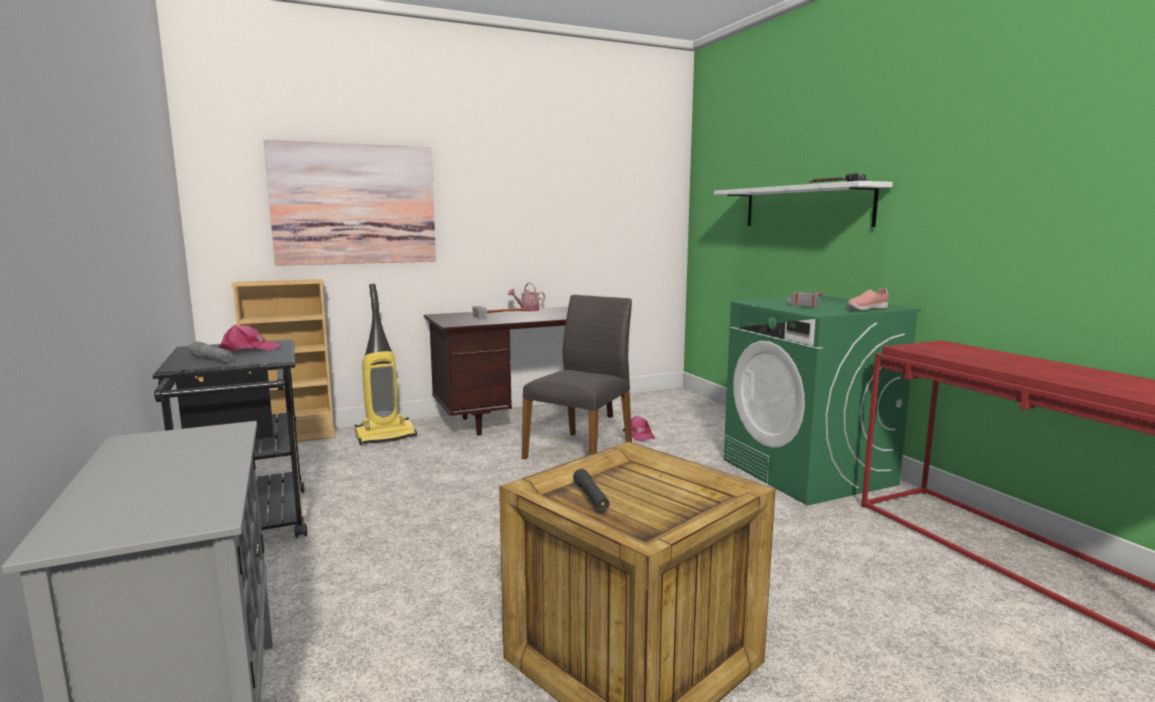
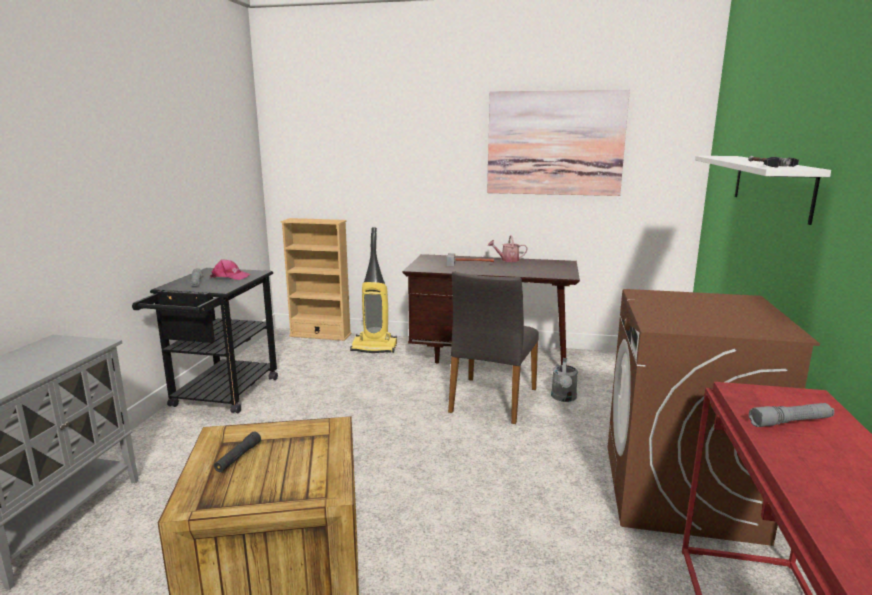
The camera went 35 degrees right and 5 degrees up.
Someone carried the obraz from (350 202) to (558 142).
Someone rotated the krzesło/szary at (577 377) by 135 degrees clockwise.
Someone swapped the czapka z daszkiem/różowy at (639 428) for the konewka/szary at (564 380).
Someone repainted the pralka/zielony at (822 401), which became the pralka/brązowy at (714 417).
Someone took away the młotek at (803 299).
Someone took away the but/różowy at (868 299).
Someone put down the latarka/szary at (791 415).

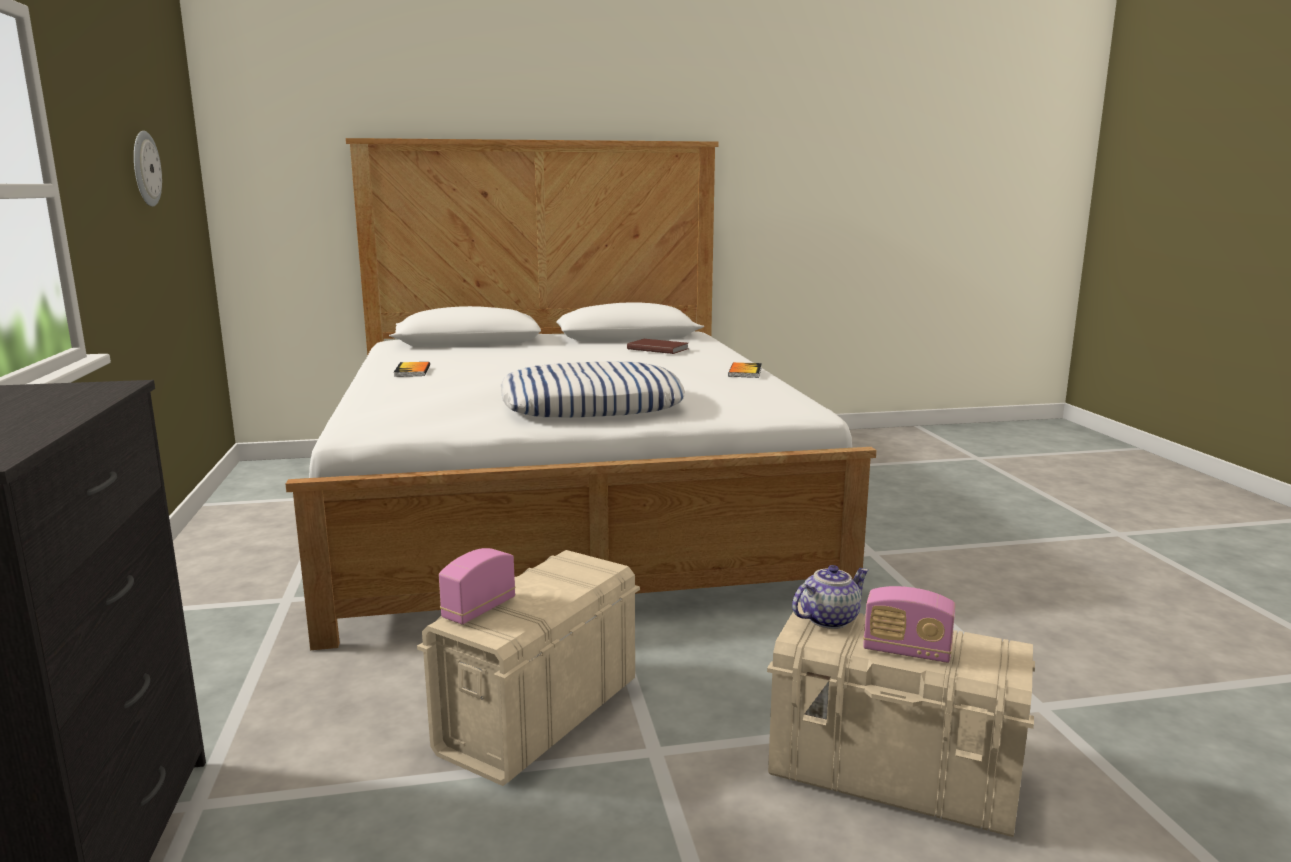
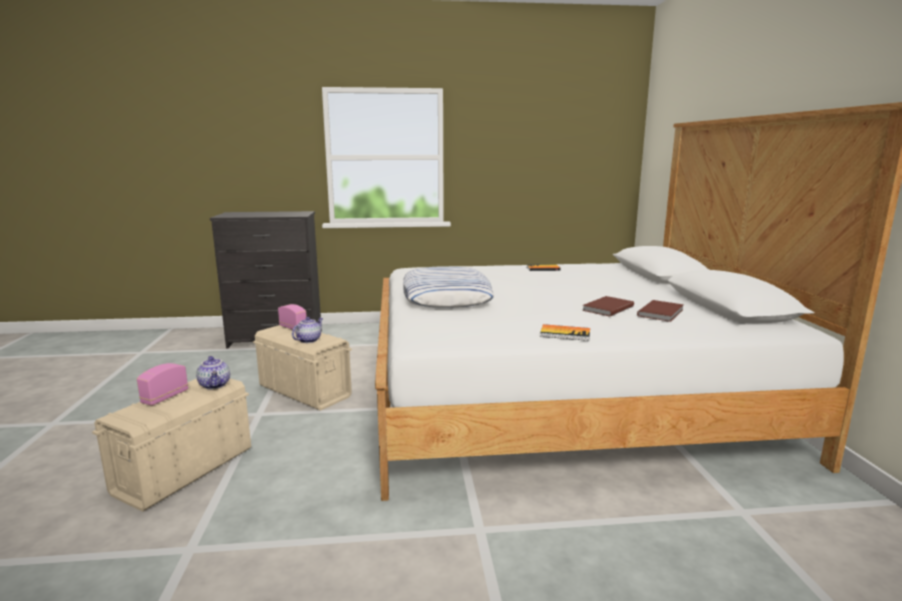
The camera went 95 degrees right and 0 degrees up.
Someone took away the zegar ścienny at (148 169).
Someone put down the imbryk at (307 330).
Someone put down the książka/brązowy at (608 306).

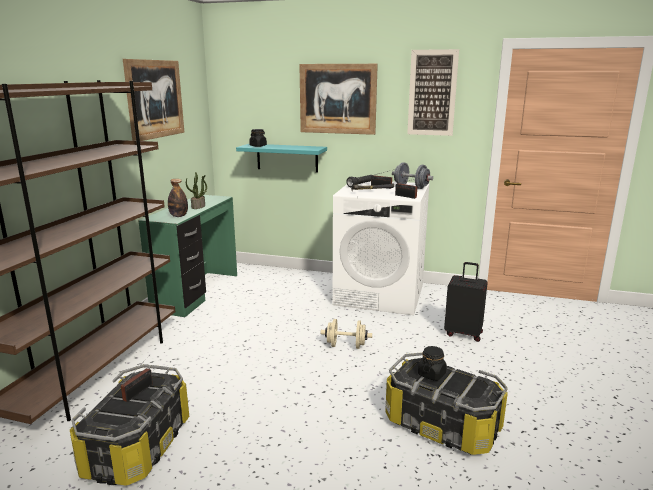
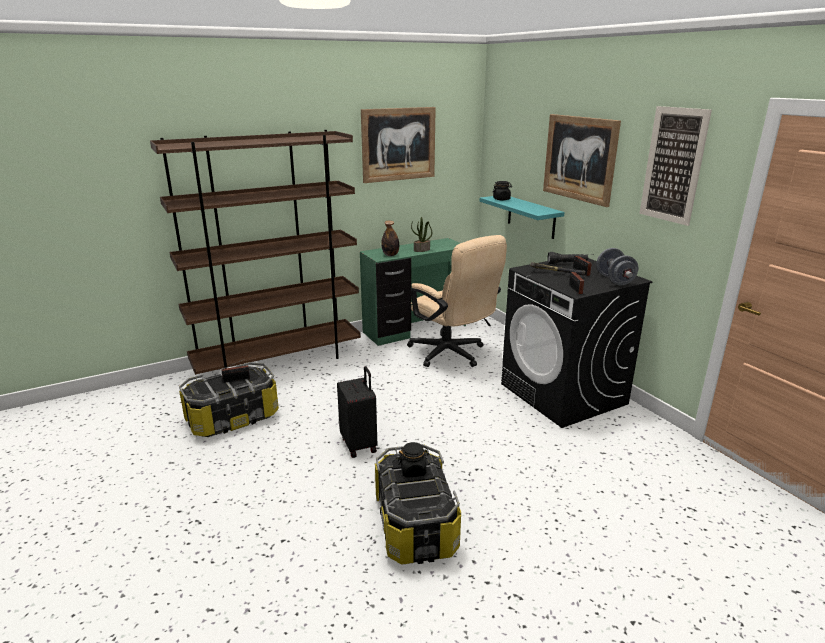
The camera went 45 degrees right and 5 degrees up.
Someone took away the hantel/beżowy at (346 334).
Someone repainted the pralka/biały at (381 248), which became the pralka/czarny at (577 343).
Someone carried the walizka/czarny from (466 302) to (357 412).
Someone put down the krzesło biurowe/beżowy at (457 301).

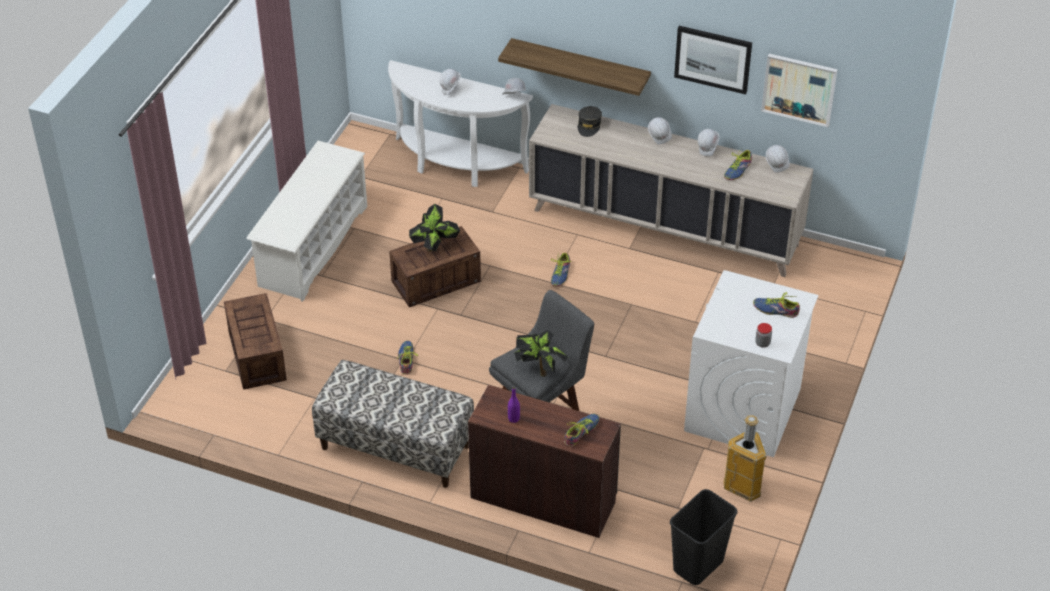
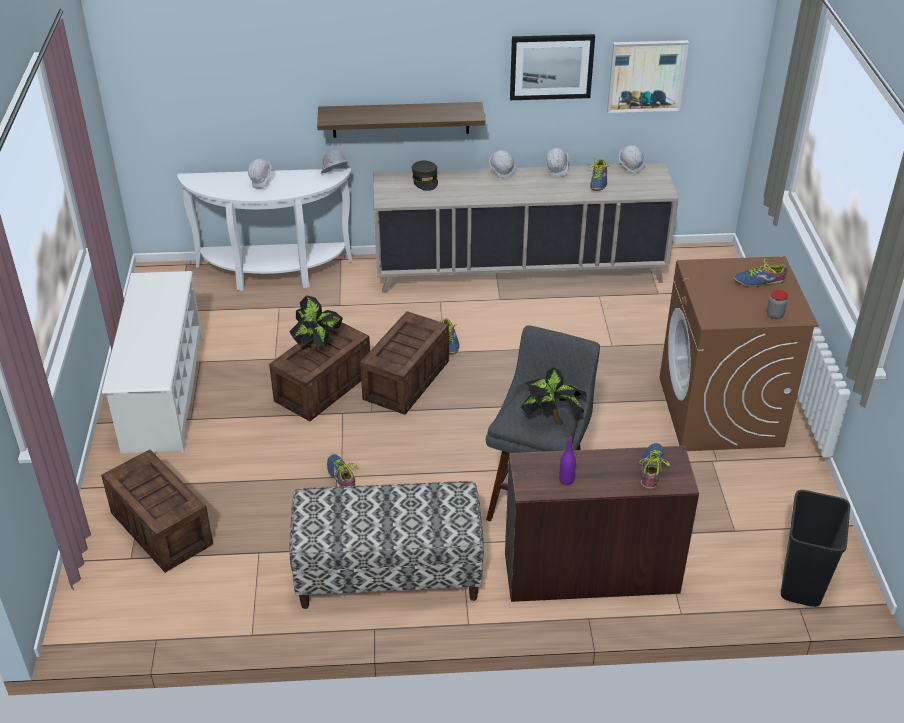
The camera went 25 degrees left and 5 degrees down.
Someone repainted the pralka/biały at (751 363), which became the pralka/brązowy at (738 353).
Someone took away the kosz na śmieci at (745 458).
Someone put down the skrzynka at (404 363).

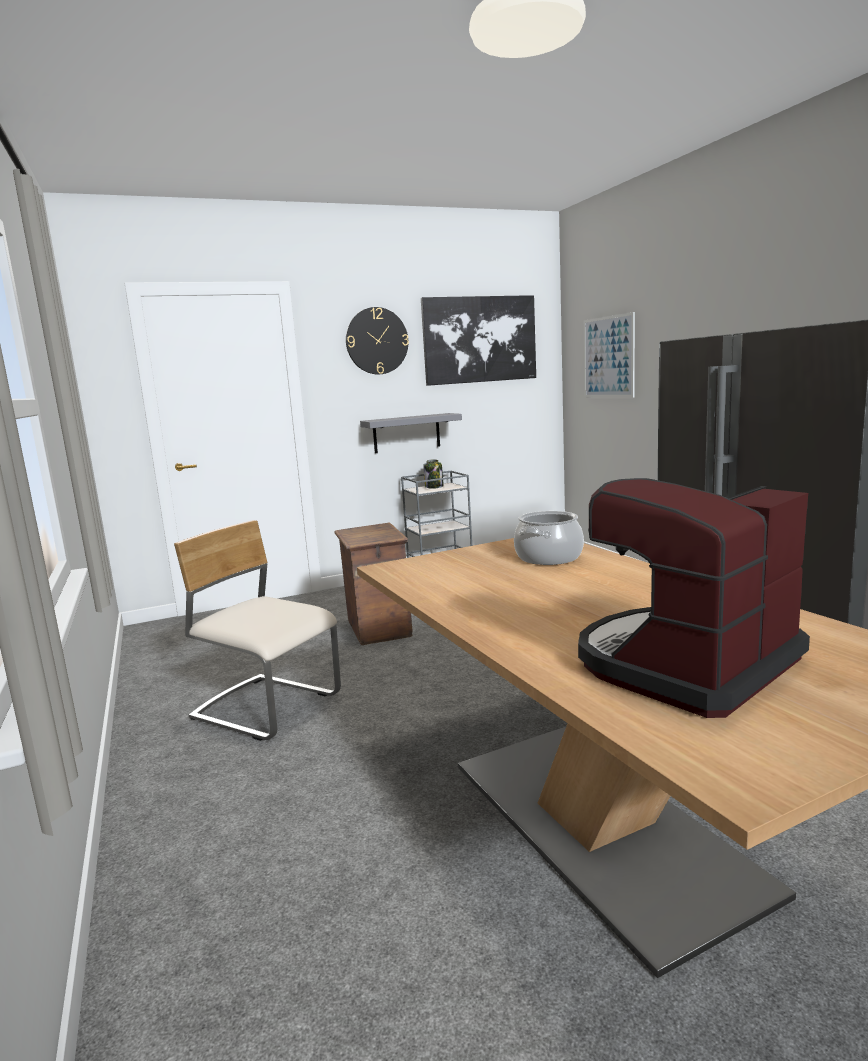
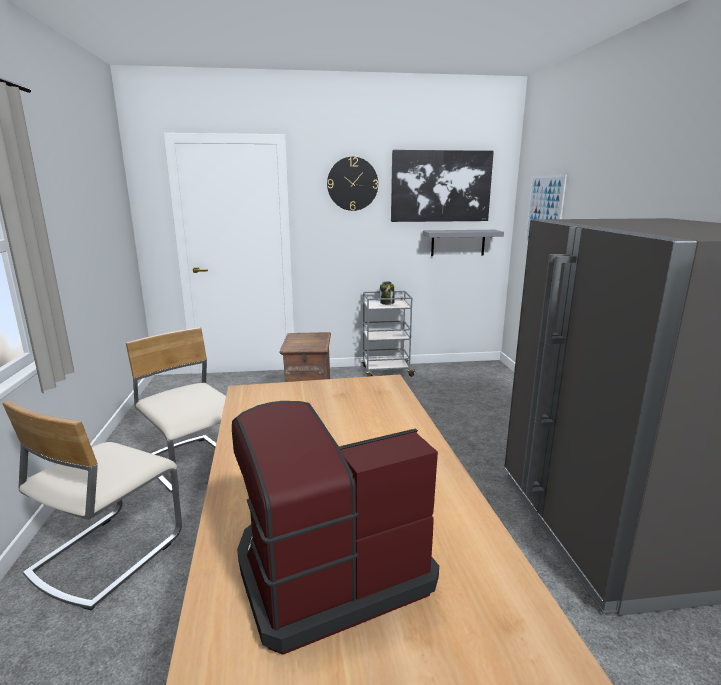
The camera went 15 degrees right and 5 degrees up.
Someone carried the półka/szary from (411 433) to (463 243).
Someone took away the garnek at (549 538).
Someone put down the krzesło/beżowy at (92 505).

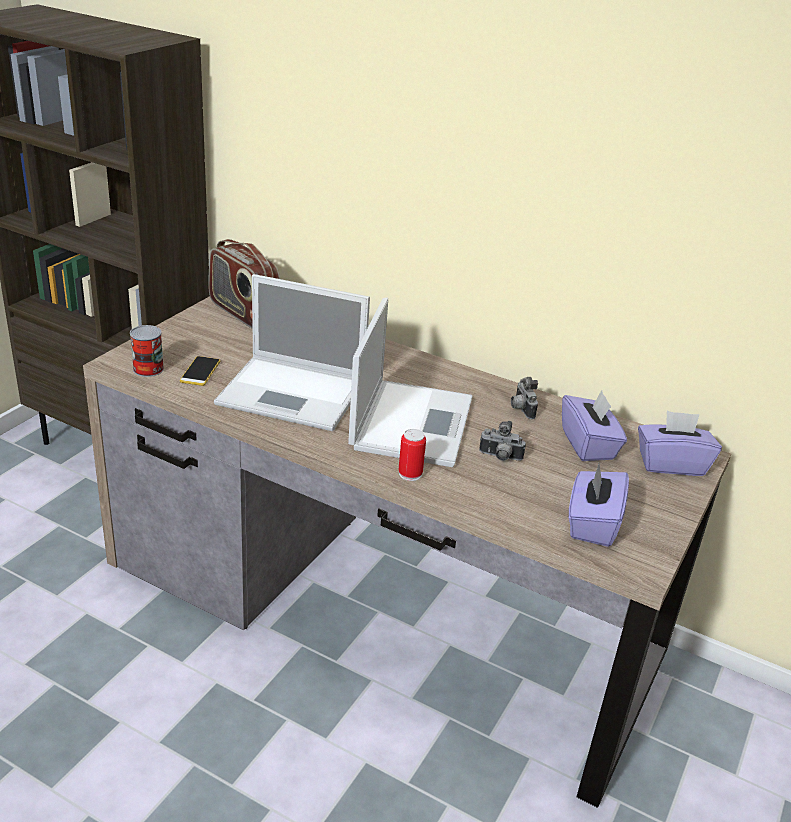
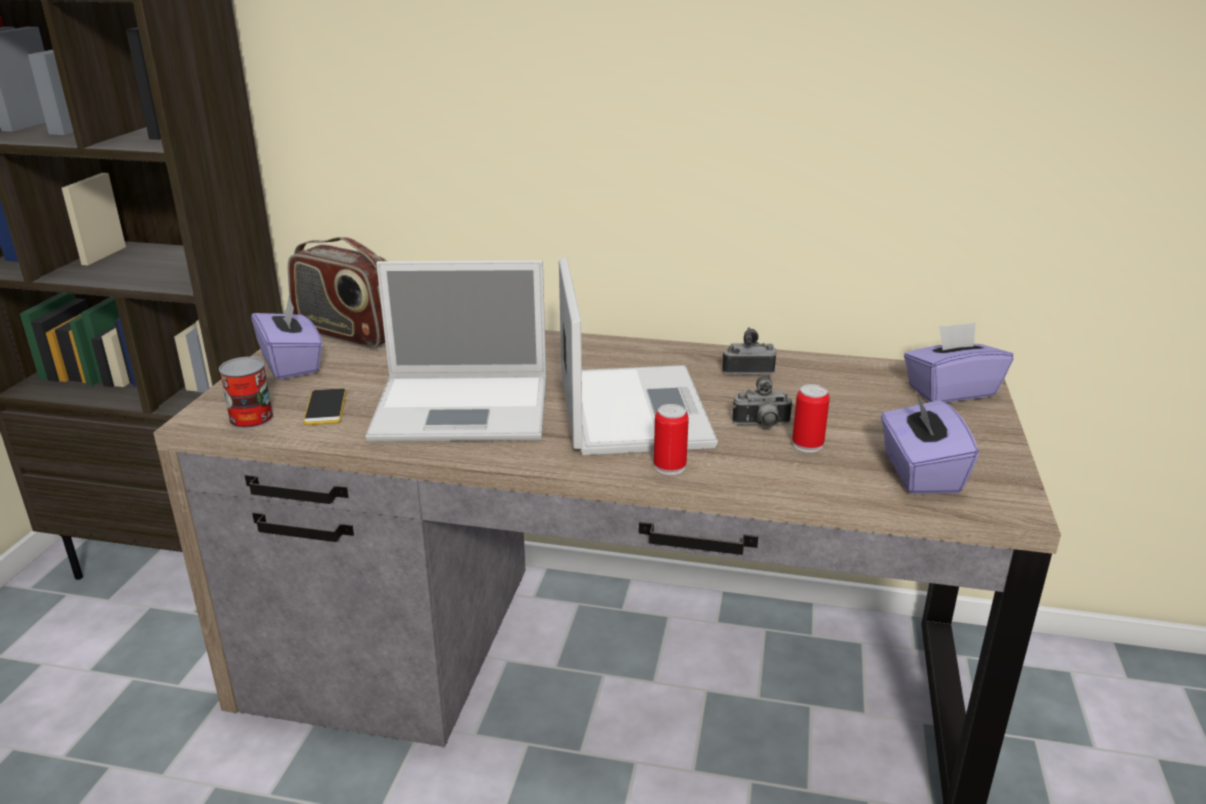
The camera went 15 degrees left and 5 degrees down.
Someone rotated the aparat fotograficzny at (524 398) by 120 degrees clockwise.
Someone carried the pudełko chusteczek/fioletowy from (594 425) to (287 339).
Someone put down the puszka at (811 418).

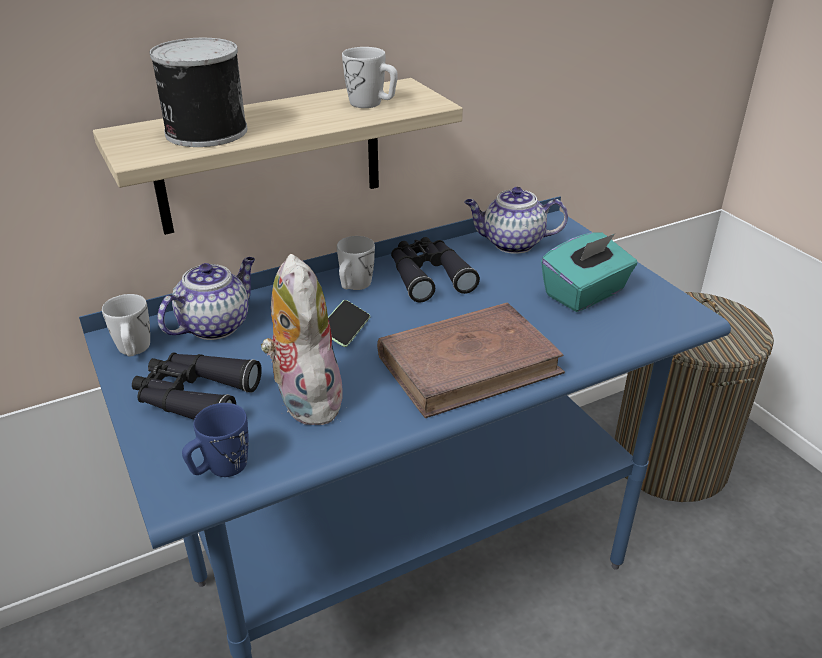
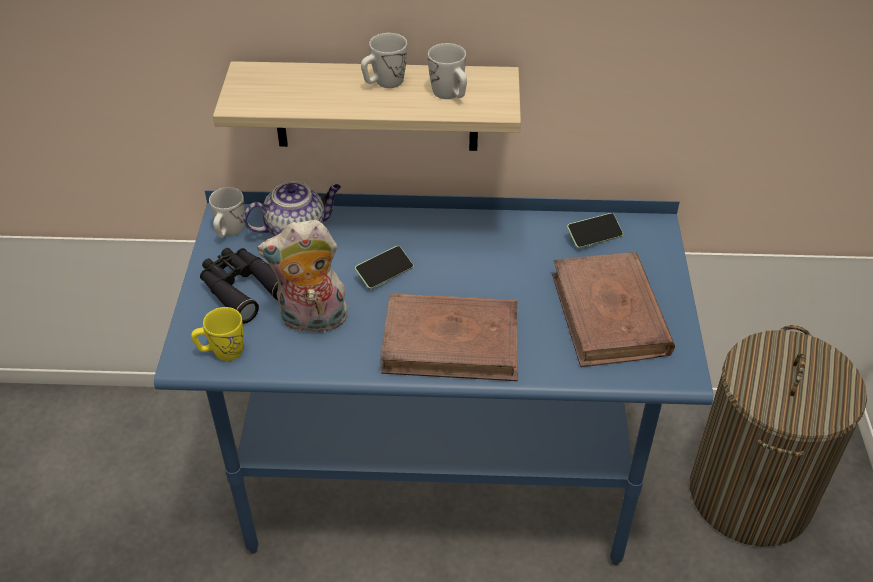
The camera went 30 degrees right and 10 degrees up.
Someone took away the puszka at (198 92).
Someone repainted the kubek/niebieski at (215 440), which became the kubek/żółty at (217 334).
Someone rotated the pluszak at (301 339) by 105 degrees counterclockwise.
Someone carried the kubek/biały from (356 263) to (384 60).
Someone took away the lornetka/czarny at (435 269).
Someone swapped the imbryk at (516 220) for the telefon at (595 230).
Someone swapped the pudełko chusteczek/turkusowy at (589 272) for the książka/brązowy at (613 309).

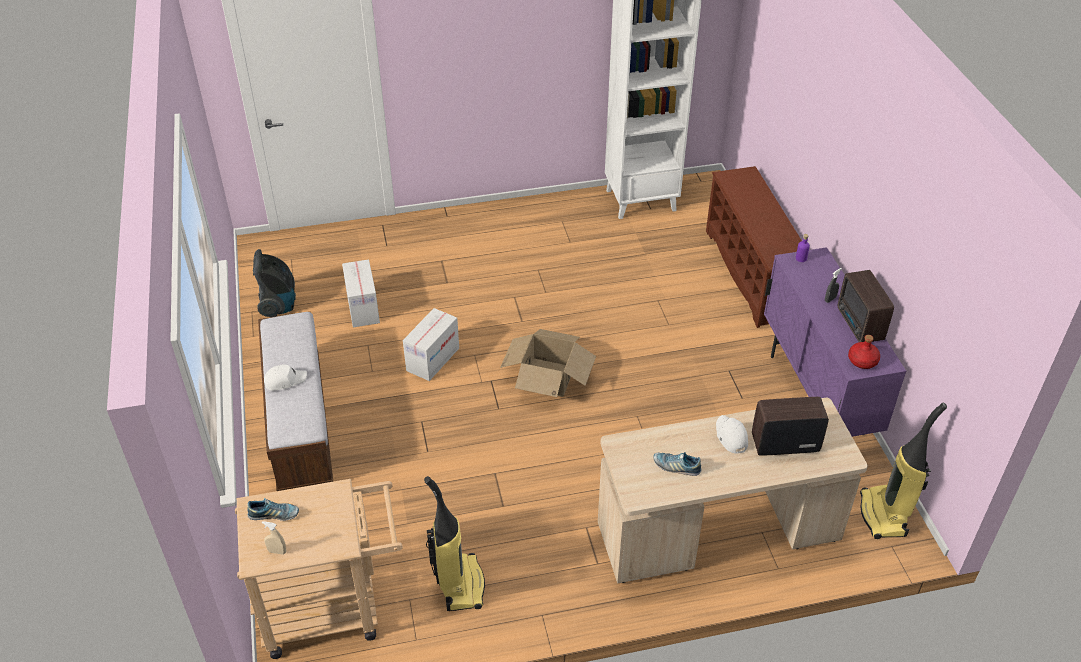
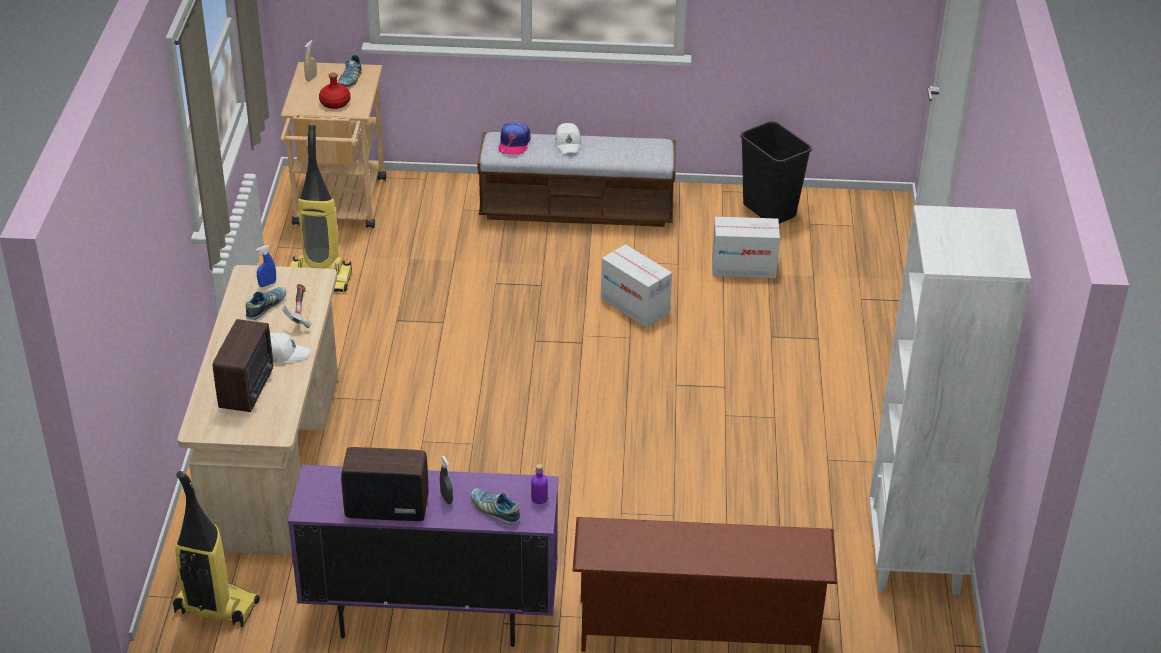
The camera went 105 degrees right and 5 degrees down.
Someone swapped the odkurzacz at (274 283) for the kosz na śmieci/czarny at (776 172).
Someone took away the karton at (548 363).
Someone carried the butelka/czerwony from (864 352) to (335 90).
Someone put down the spryskiwacz/niebieski at (266 266).
Someone put down the młotek at (297 306).
Someone put down the but at (496 507).
Someone put down the czapka z daszkiem at (515 138).

